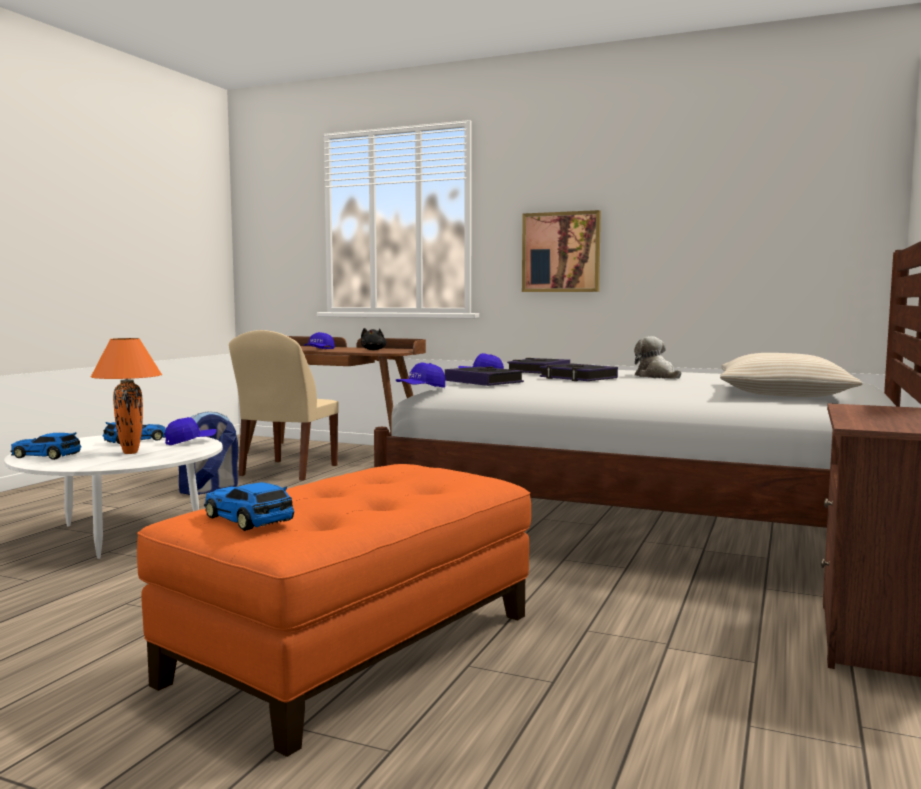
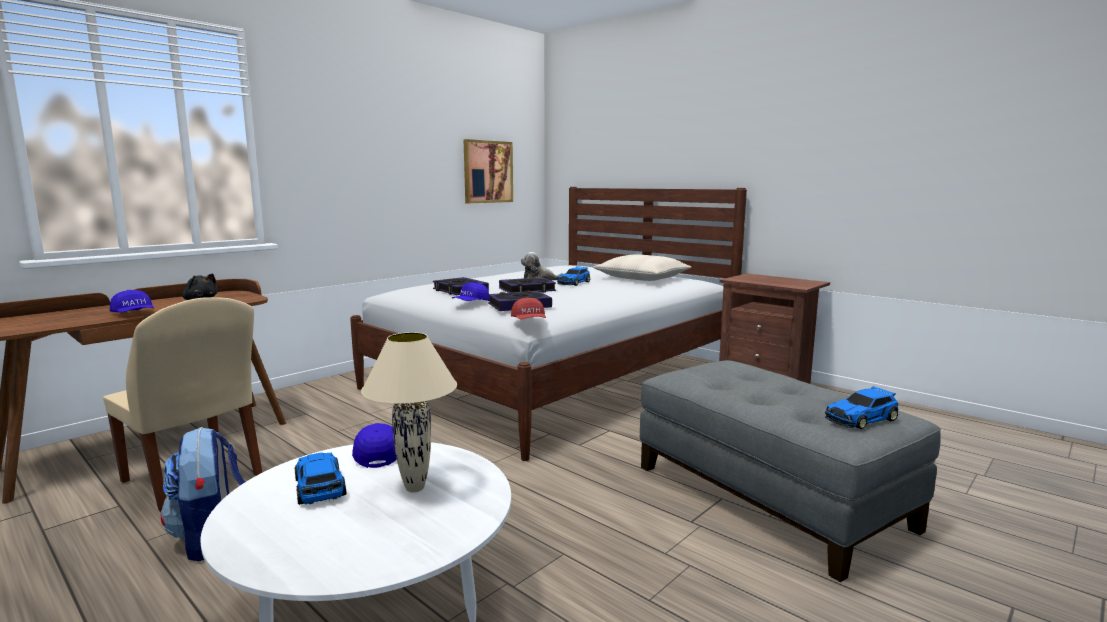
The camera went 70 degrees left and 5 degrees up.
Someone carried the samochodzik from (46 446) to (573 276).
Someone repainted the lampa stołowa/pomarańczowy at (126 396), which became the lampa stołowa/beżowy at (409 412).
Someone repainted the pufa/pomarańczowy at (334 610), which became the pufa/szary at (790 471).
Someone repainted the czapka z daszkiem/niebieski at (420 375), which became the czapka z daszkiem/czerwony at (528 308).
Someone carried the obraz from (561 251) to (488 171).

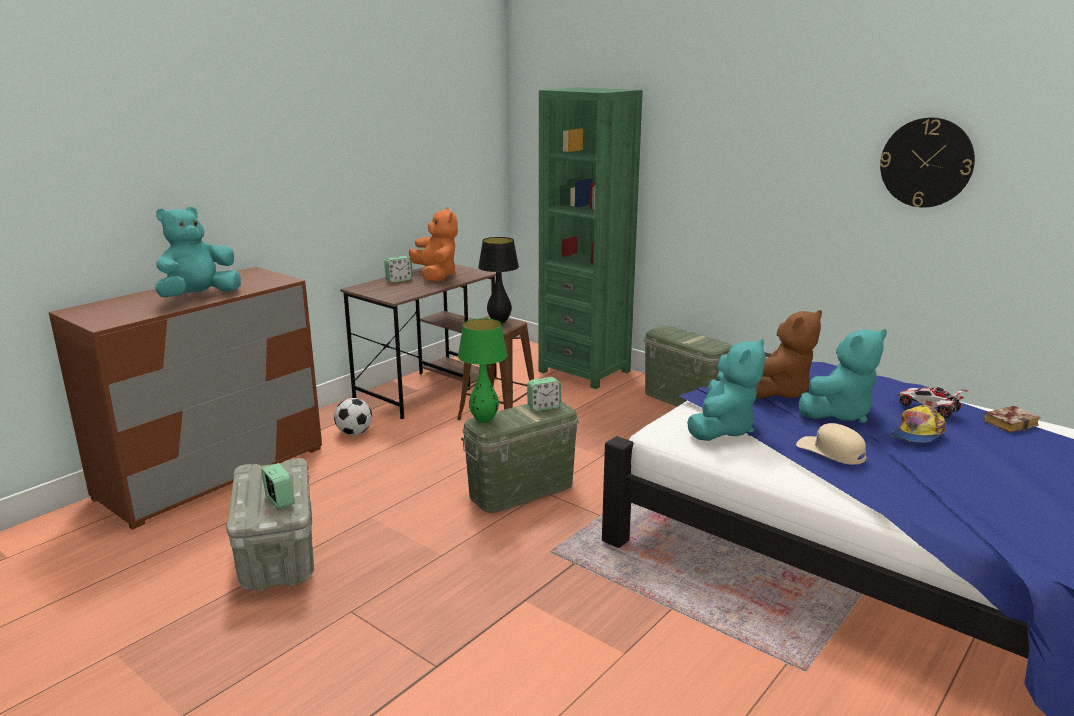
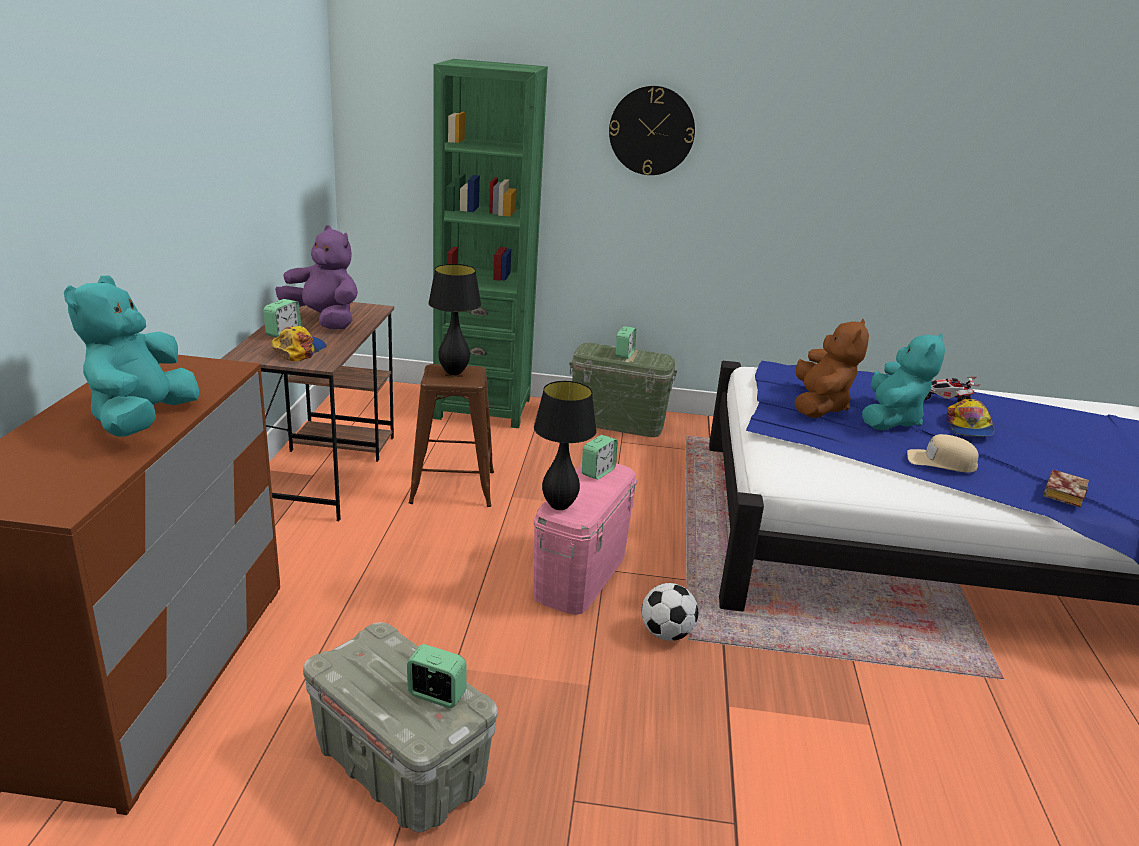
The camera went 35 degrees left and 5 degrees up.
Someone carried the piłka futbolowa from (353 416) to (670 612).
Someone repainted the pluszak/pomarańczowy at (433 244), which became the pluszak/fioletowy at (316 277).
Someone repainted the lampa stołowa/zielony at (483 370), which became the lampa stołowa/czarny at (565 445).
Someone repainted the pojemnik do przechowywania/zielony at (520 457), which became the pojemnik do przechowywania/różowy at (585 539).
Someone took away the pluszak/turkusowy at (726 390).
Someone carried the zegar ścienny from (927 162) to (652 130).
Someone carried the książka from (1012 419) to (1066 489).
Someone put down the czapka z daszkiem at (298 344).
Someone put down the budzik at (626 342).

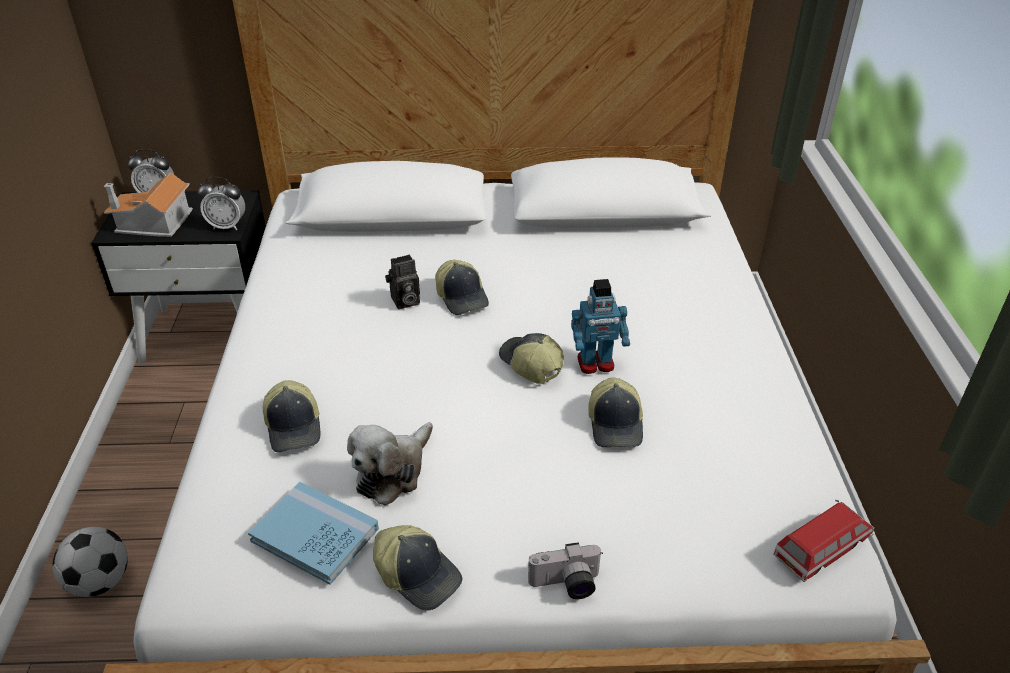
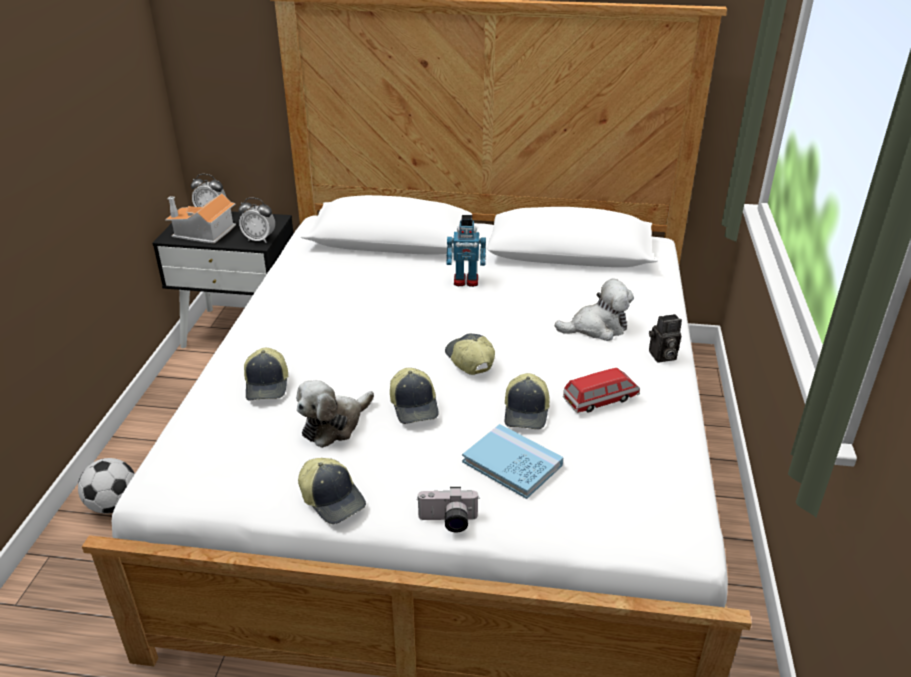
The camera went 10 degrees right and 5 degrees down.
Someone carried the książka/niebieski from (313 533) to (512 461).
Someone carried the aparat fotograficzny from (402 282) to (665 338).
Someone carried the czapka z daszkiem from (462 287) to (414 396).
Someone carried the robot zabawkowy from (600 326) to (466 251).
Someone carried the samochodzik from (823 541) to (601 390).
Someone put down the pluszak at (594 310).

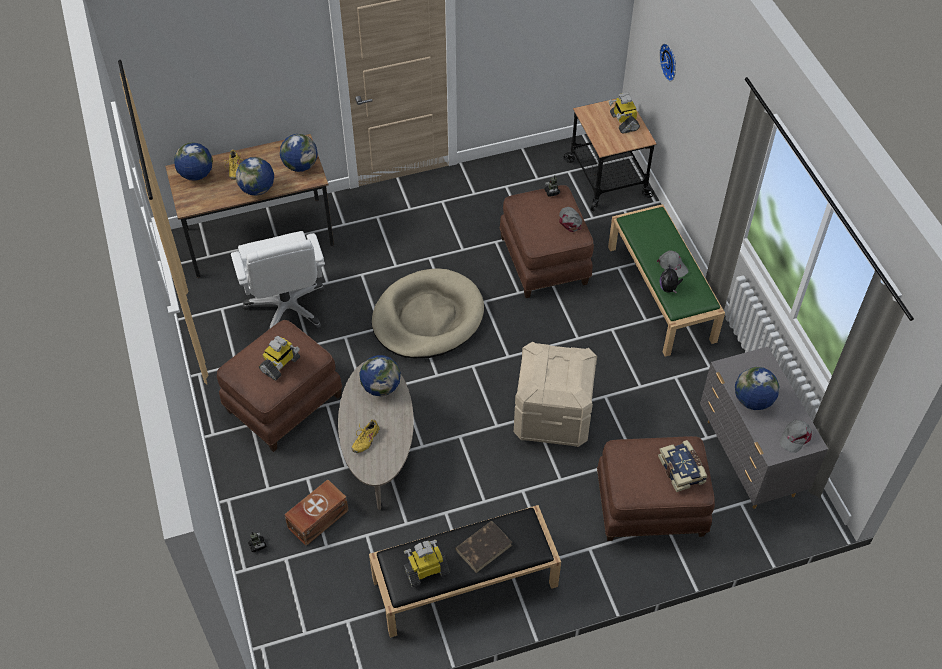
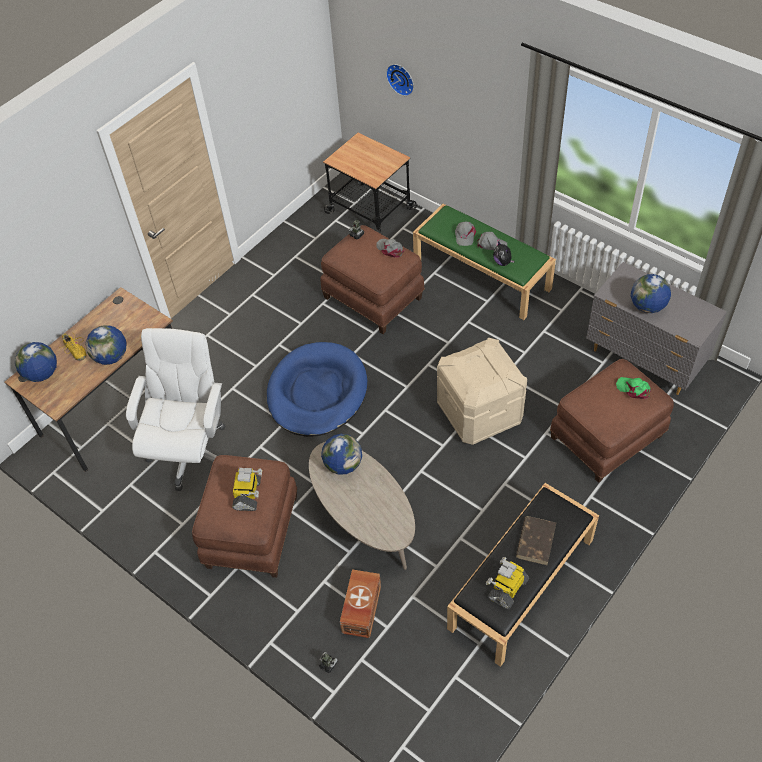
The camera went 30 degrees left and 0 degrees up.
Someone rotated the krzesło biurowe/biały at (278 280) by 120 degrees counterclockwise.
Someone took away the globus at (299 153).
Someone took away the but/żółty at (365 436).
Someone repainted the legowisko/beżowy at (428 313), which became the legowisko/niebieski at (317 389).
Someone took away the robot zabawkowy at (624 113).
Someone swapped the książka at (682 466) for the czapka z daszkiem/zielony at (634 388).
Someone carried the czapka z daszkiem/szary from (796 436) to (465 234).

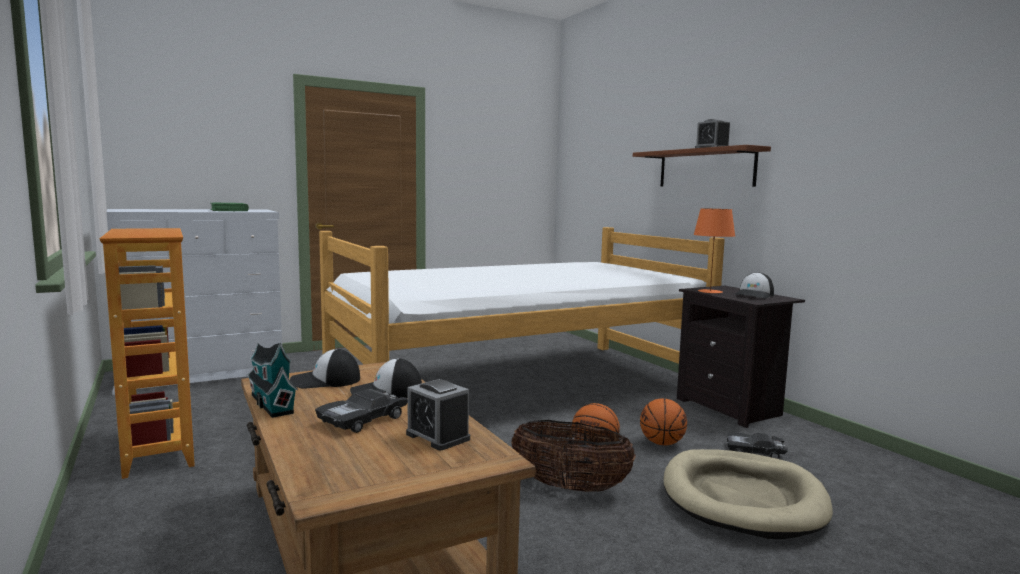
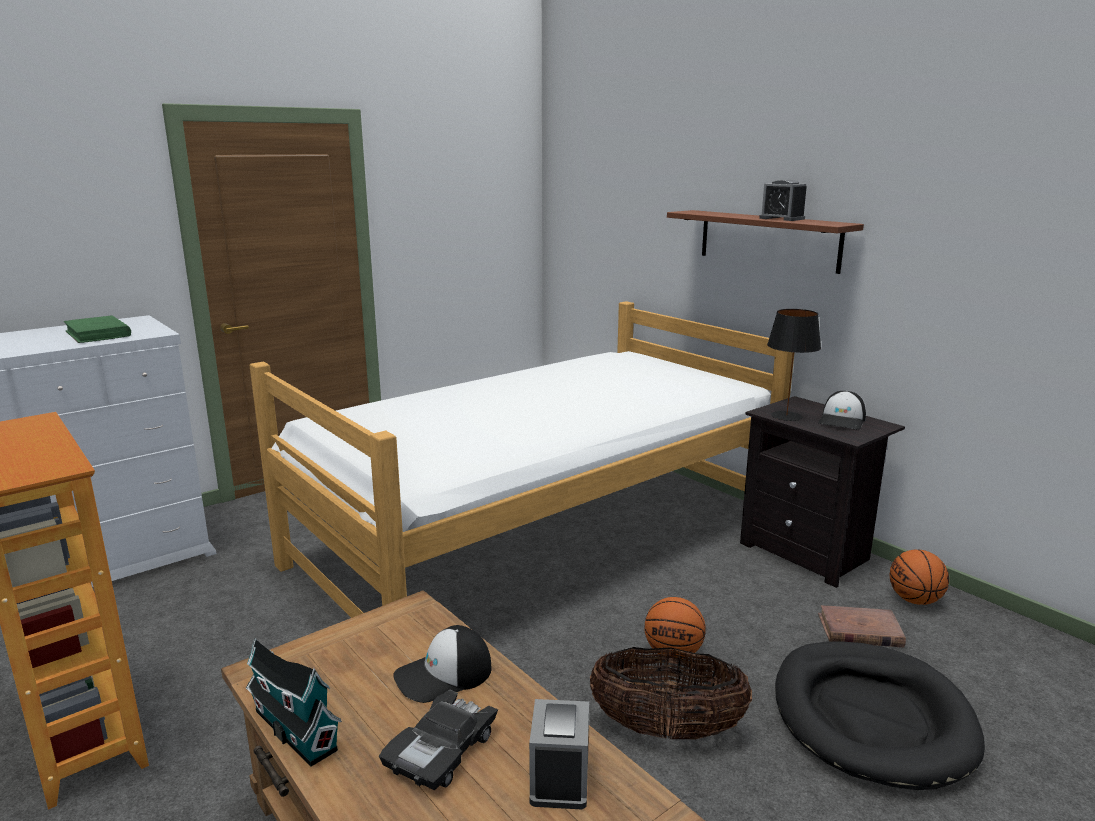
The camera went 10 degrees left and 10 degrees up.
Someone took away the czapka z daszkiem at (325 369).
Someone rotated the budzik at (438 414) by 60 degrees clockwise.
Someone carried the piłka do koszykówki from (663 422) to (919 577).
Someone repainted the legowisko/beżowy at (748 494), which became the legowisko/czarny at (880 715).
Someone repainted the lampa stołowa/pomarańczowy at (714 251), which became the lampa stołowa/czarny at (794 365).
Someone swapped the samochodzik/czarny at (757 445) for the książka/brązowy at (862 626).

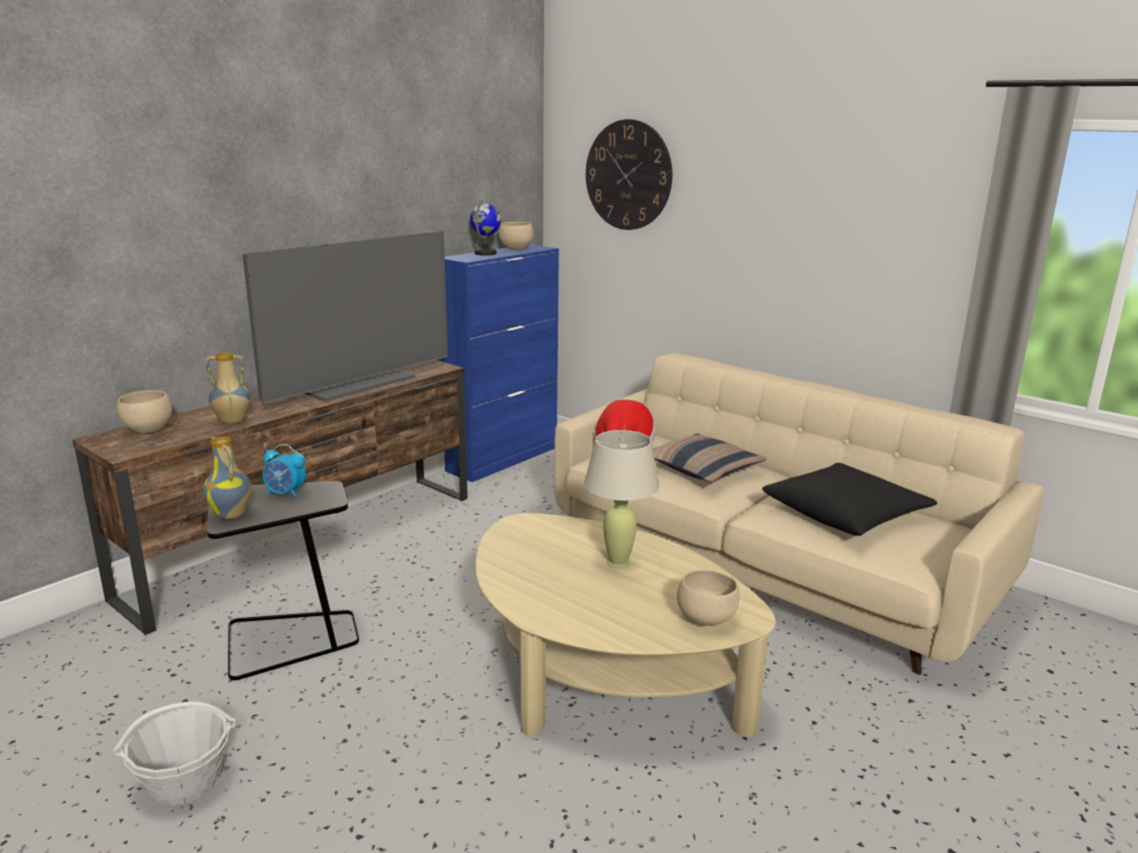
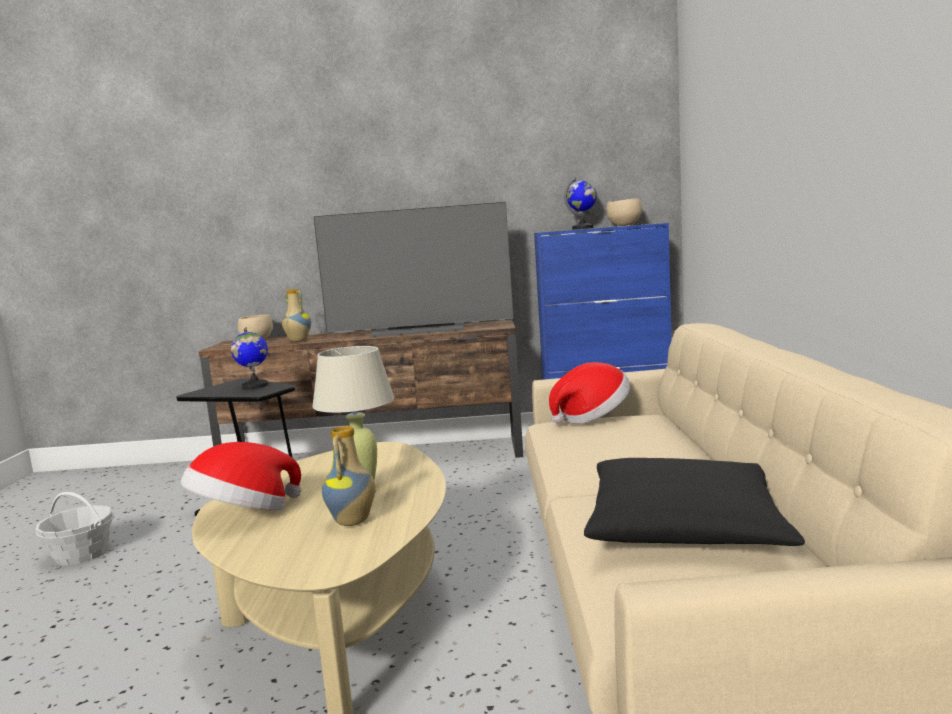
The camera went 50 degrees right and 10 degrees down.
Someone carried the wazon from (227 478) to (348 475).
Someone swapped the budzik at (284 471) for the globus at (249 358).
Someone took away the zegar ścienny at (629 174).
Someone took away the poduszka at (710 458).
Someone took away the miska/beżowy at (708 597).
Someone put down the kapelusz at (241 476).

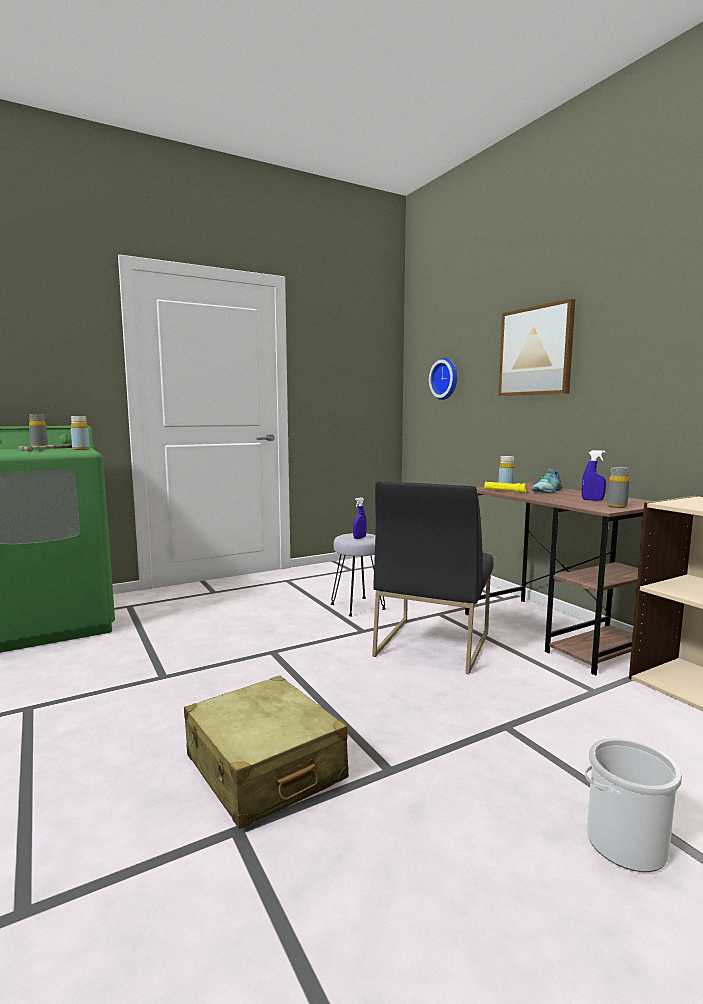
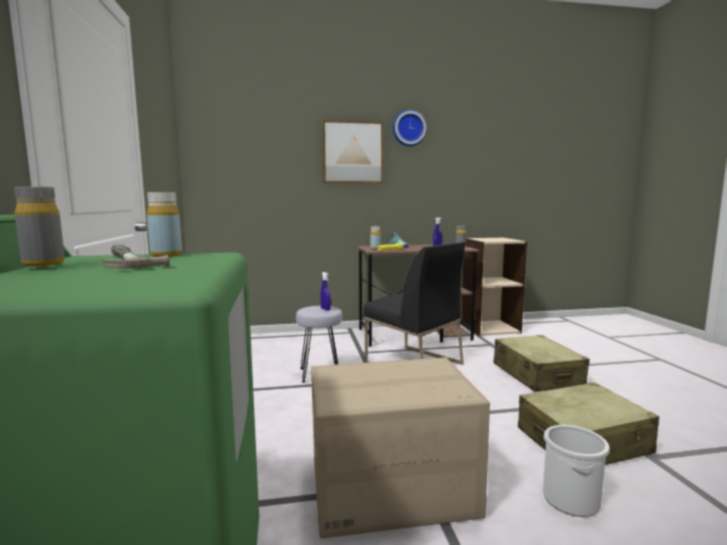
The camera went 70 degrees left and 0 degrees up.
Someone carried the zegar ścienny from (443 379) to (410 128).
Someone carried the wiadro from (633 805) to (576 471).
Someone put down the karton at (400 448).
Someone put down the walizka/beżowy at (541 363).

